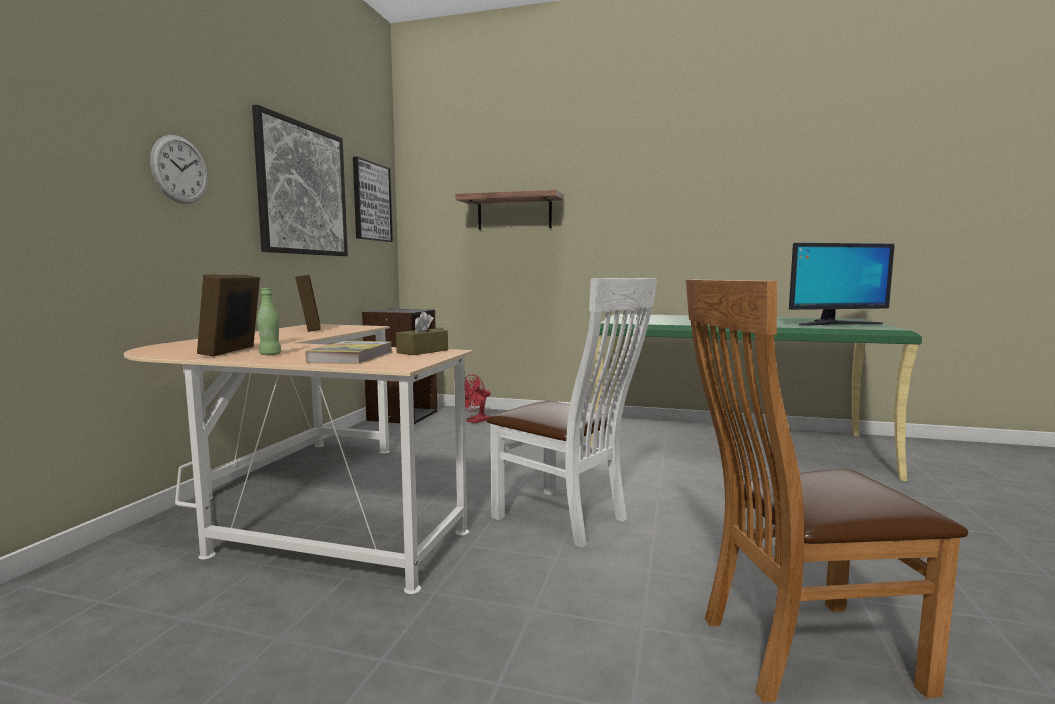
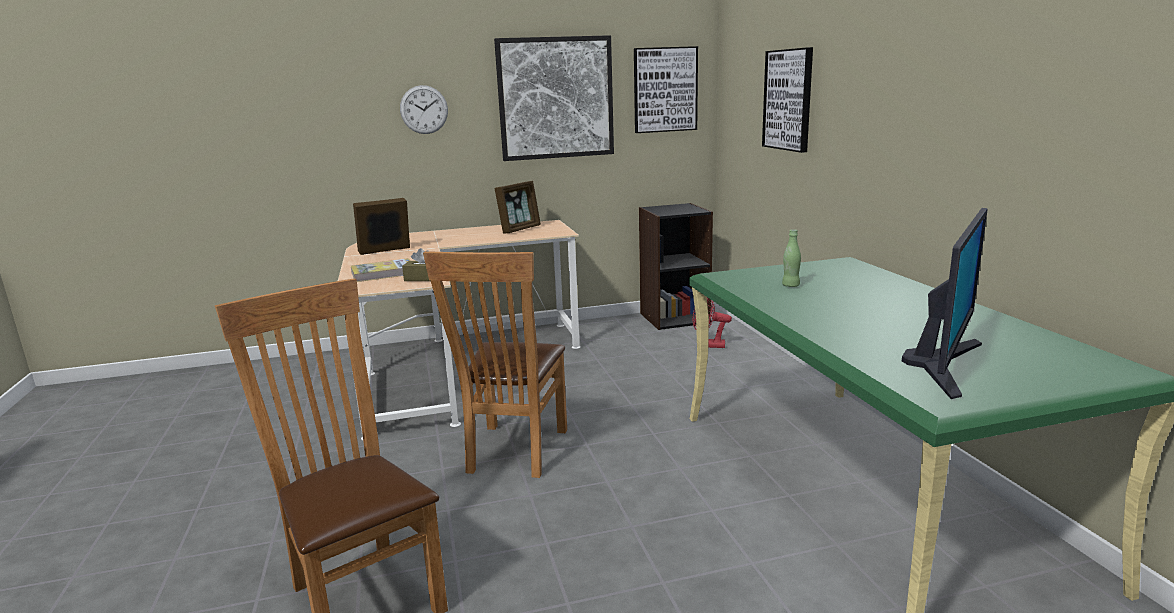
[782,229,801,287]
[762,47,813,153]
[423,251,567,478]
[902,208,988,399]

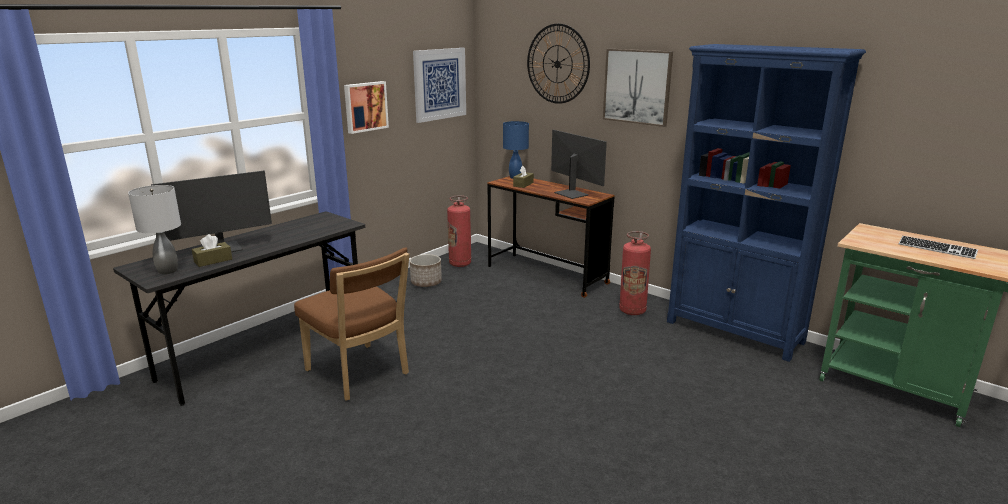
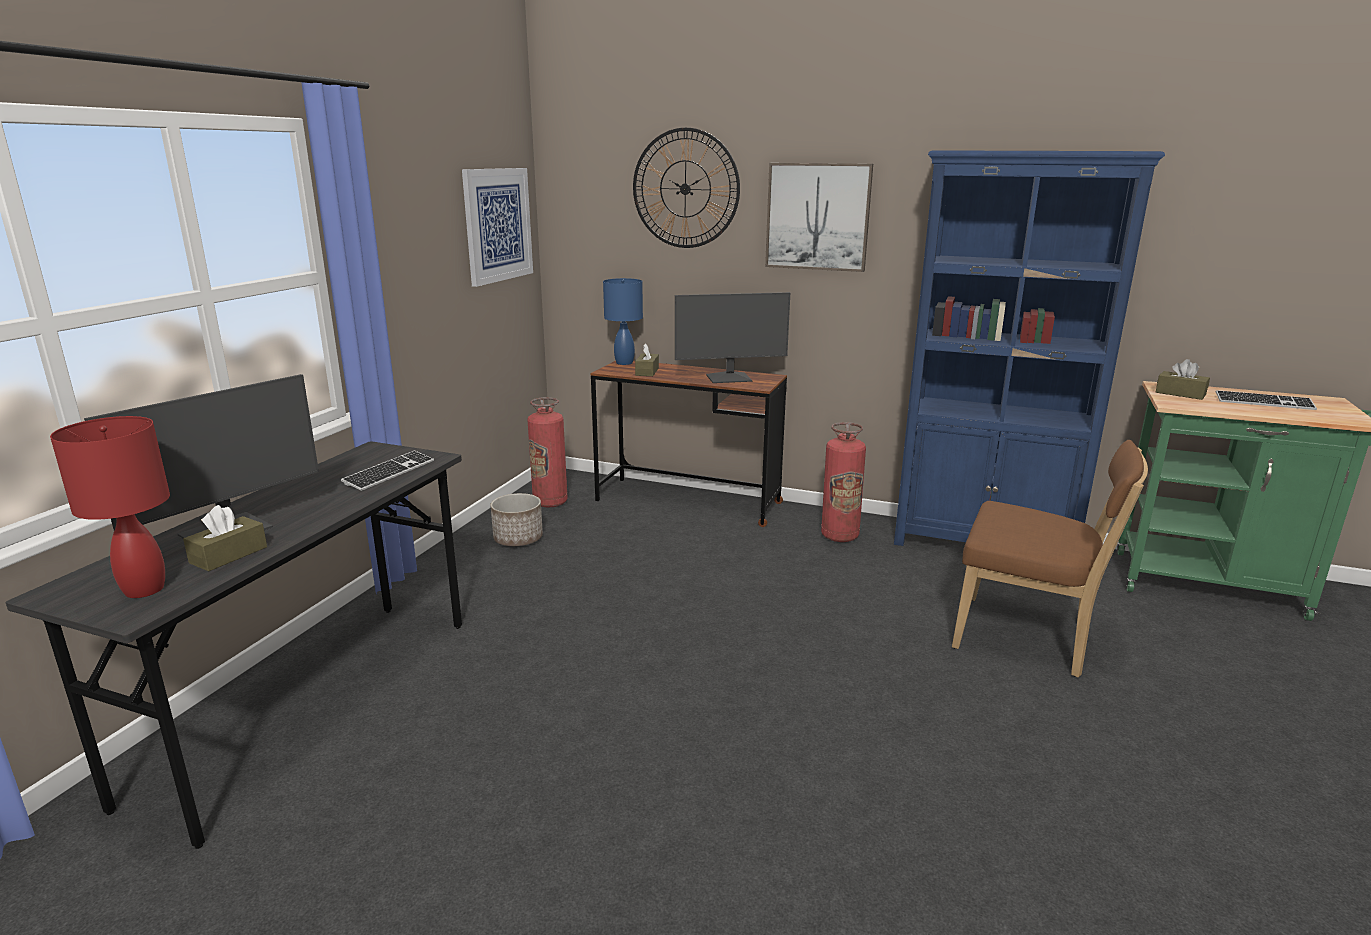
[344,81,389,134] (first image)
[341,451,434,491]
[1156,359,1210,400]
[952,440,1148,678]
[50,416,170,598]
[675,292,790,383]

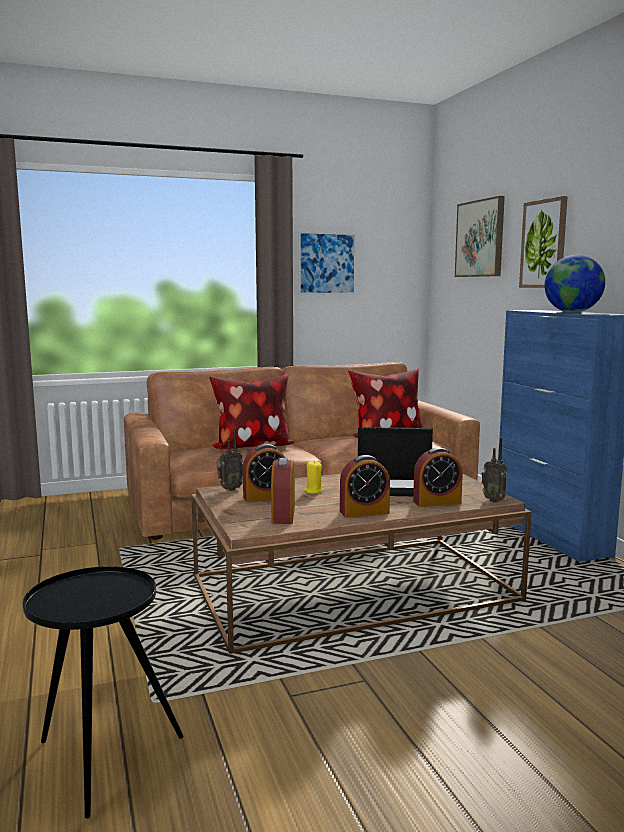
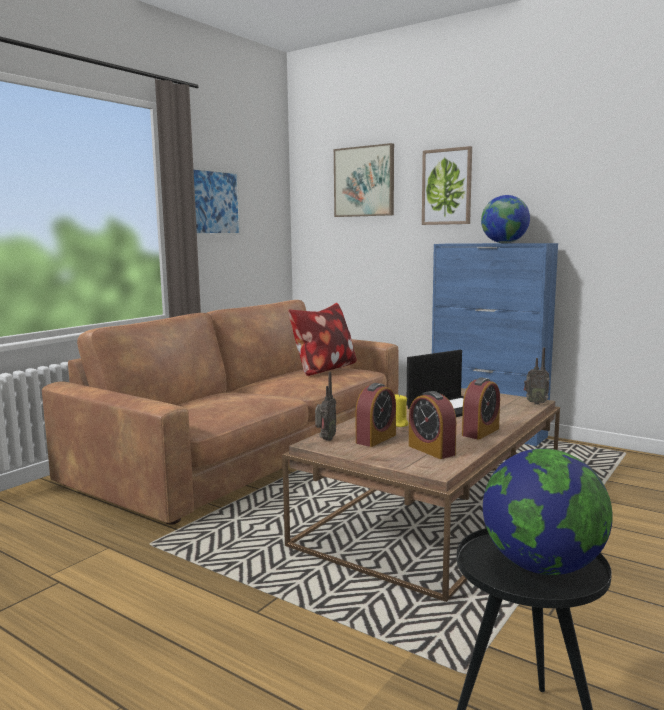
[209,374,295,449] (first image)
[413,447,463,507] (first image)
[483,448,613,575]

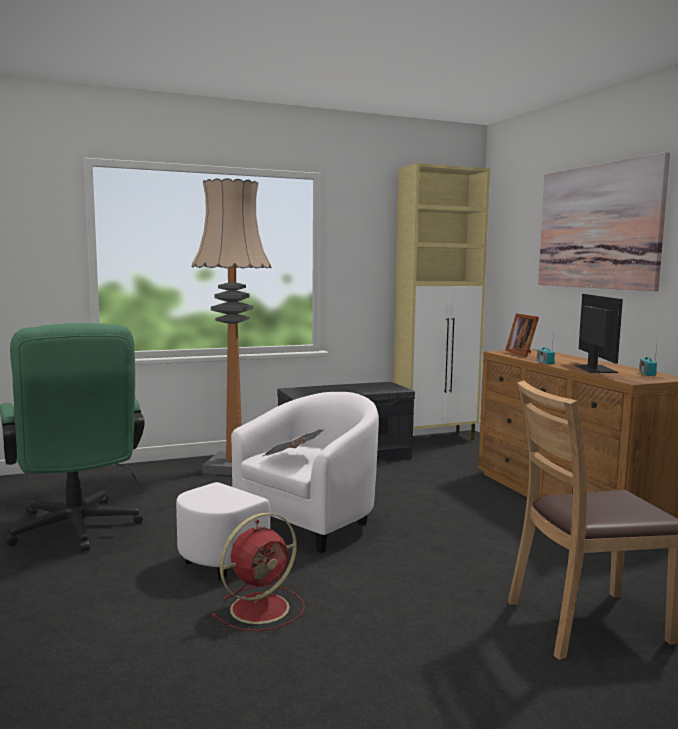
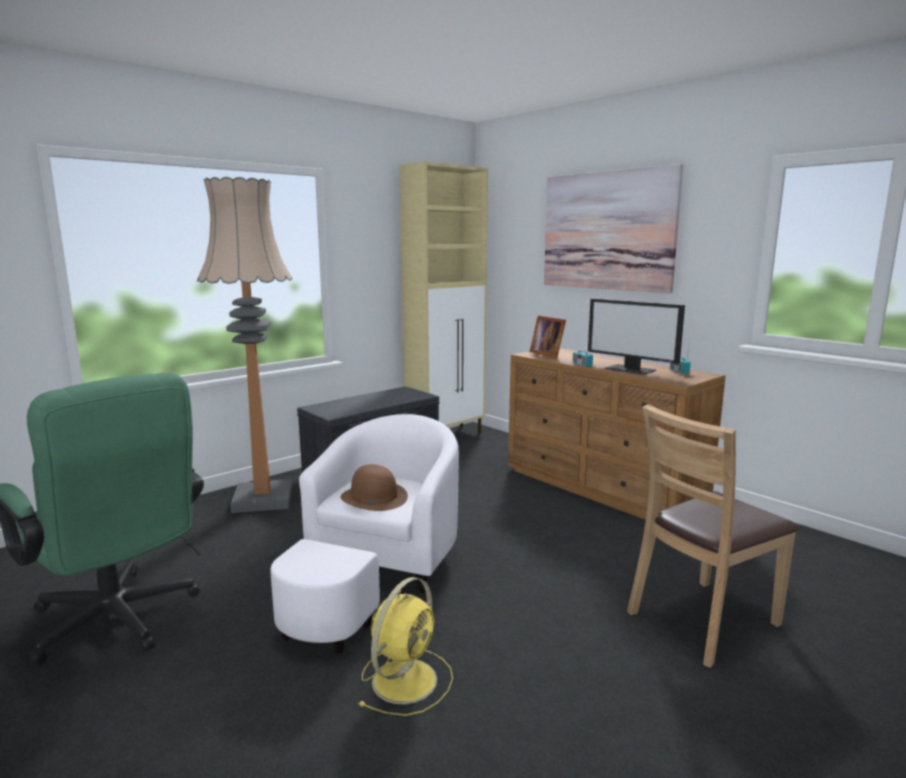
[340,464,408,511]
[358,577,453,716]
[588,299,685,375]

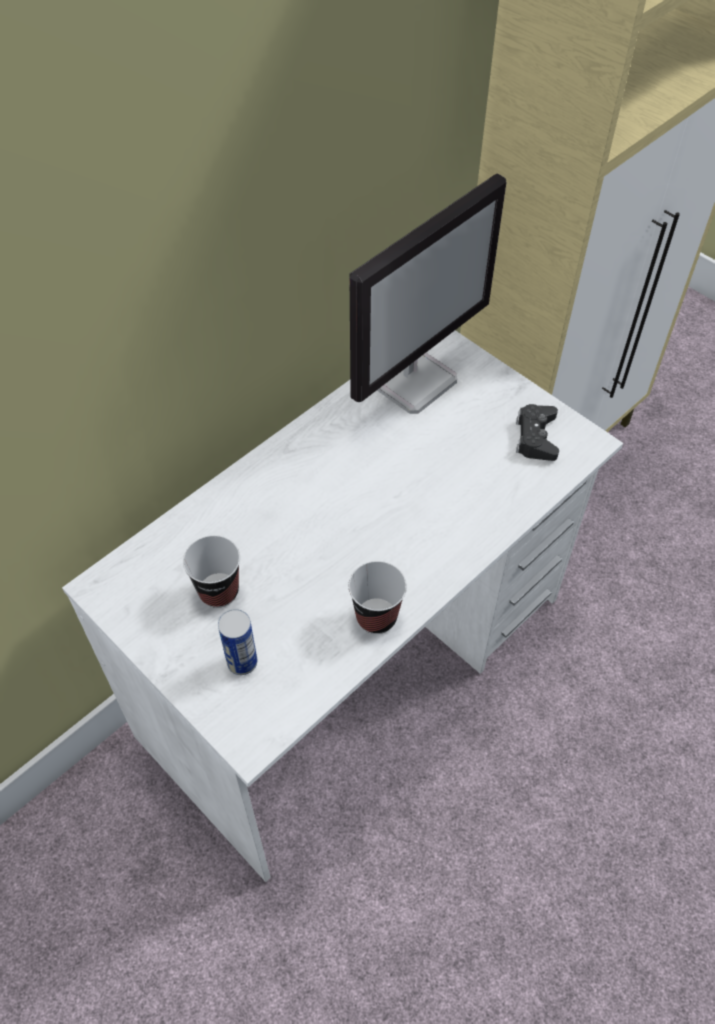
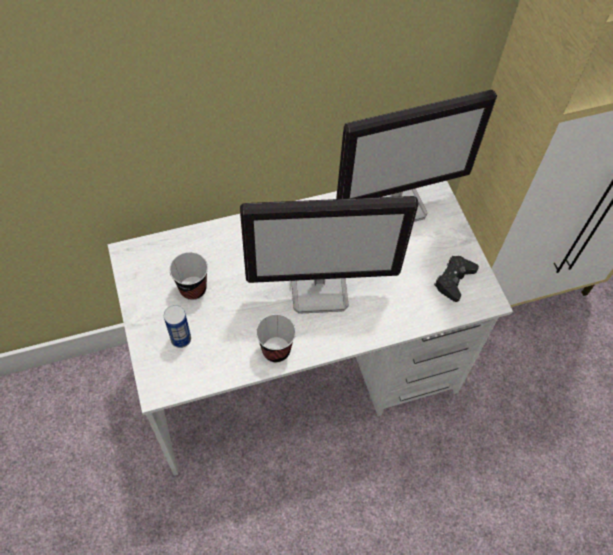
[240,196,419,314]

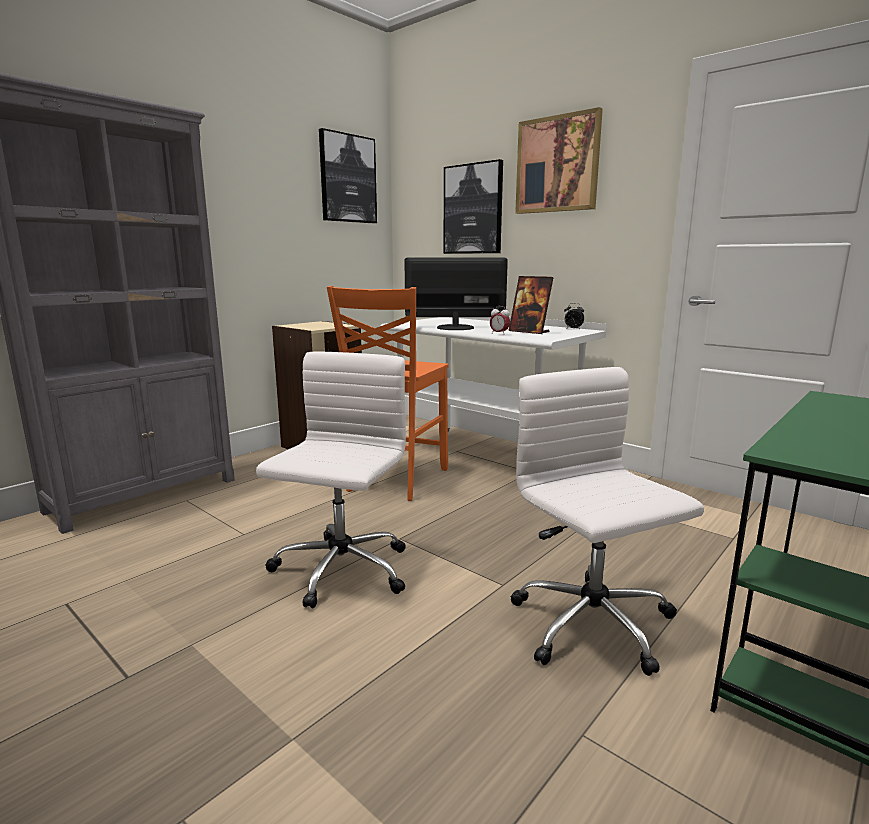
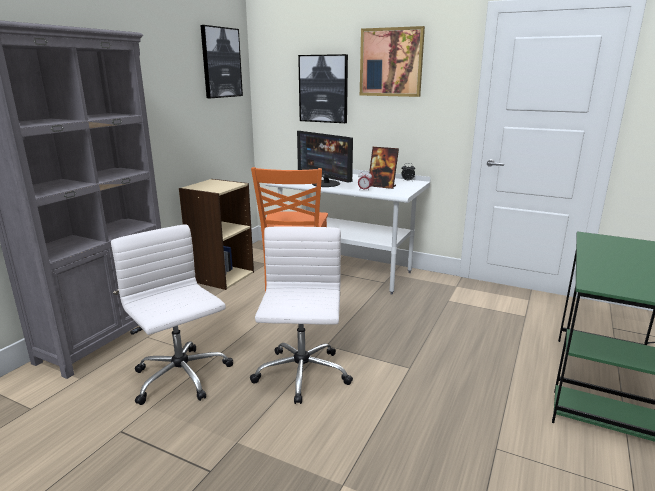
[111,224,233,405]
[297,131,353,187]

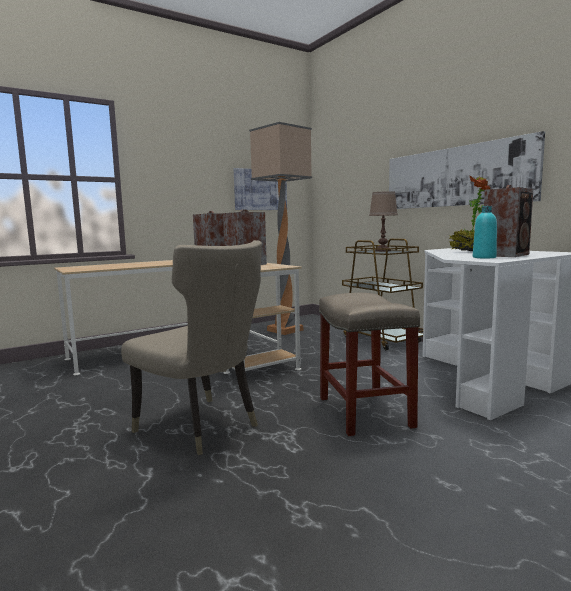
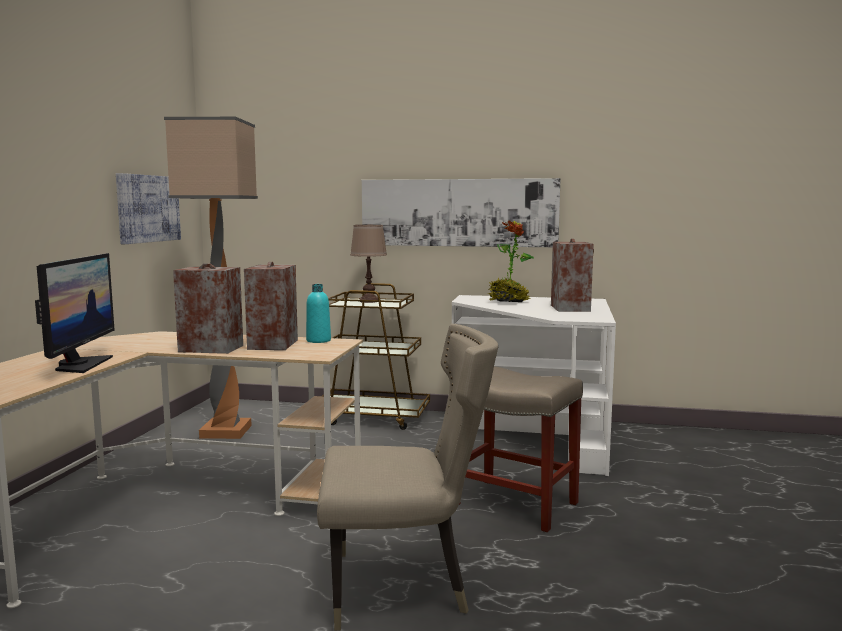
[35,253,115,373]
[306,284,331,343]

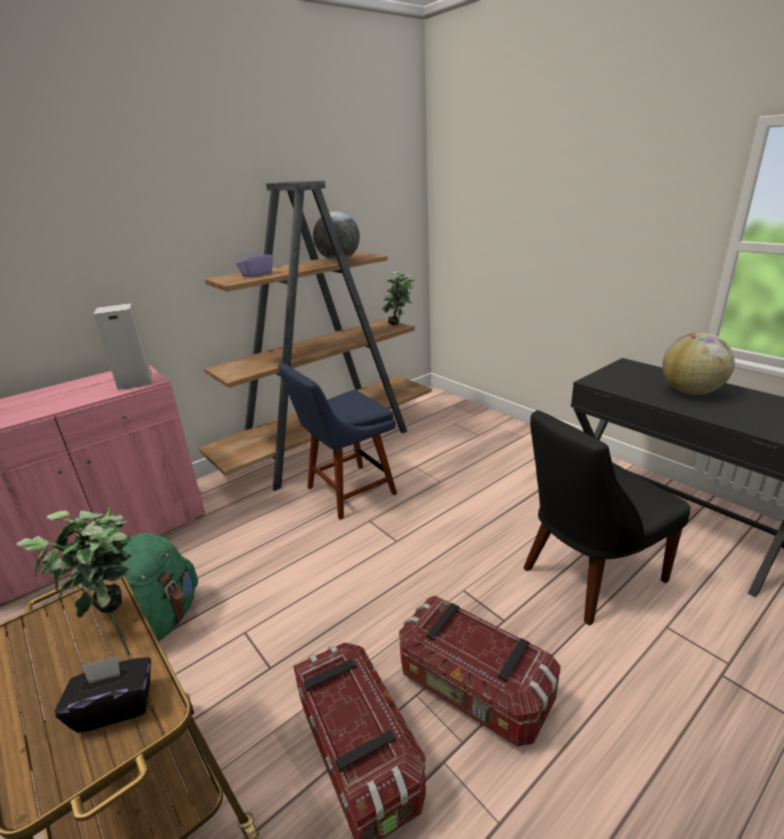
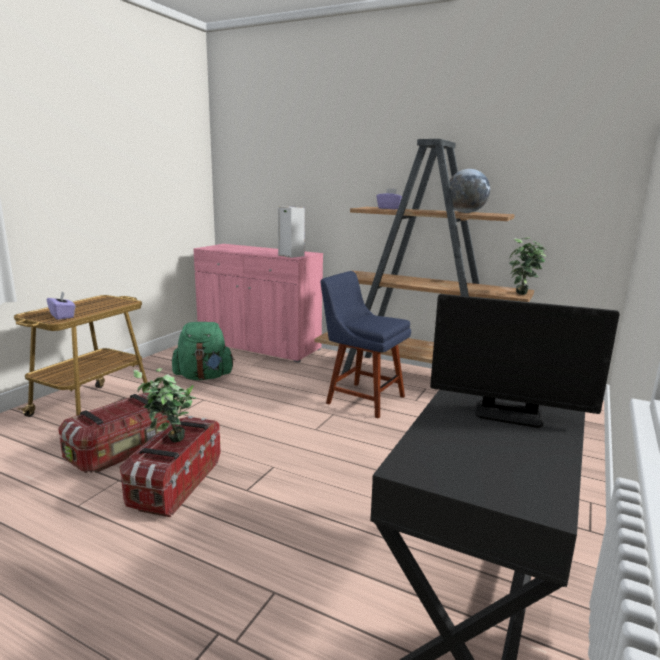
[523,410,691,625] (first image)
[133,368,196,443]
[430,294,620,428]
[47,292,76,320]

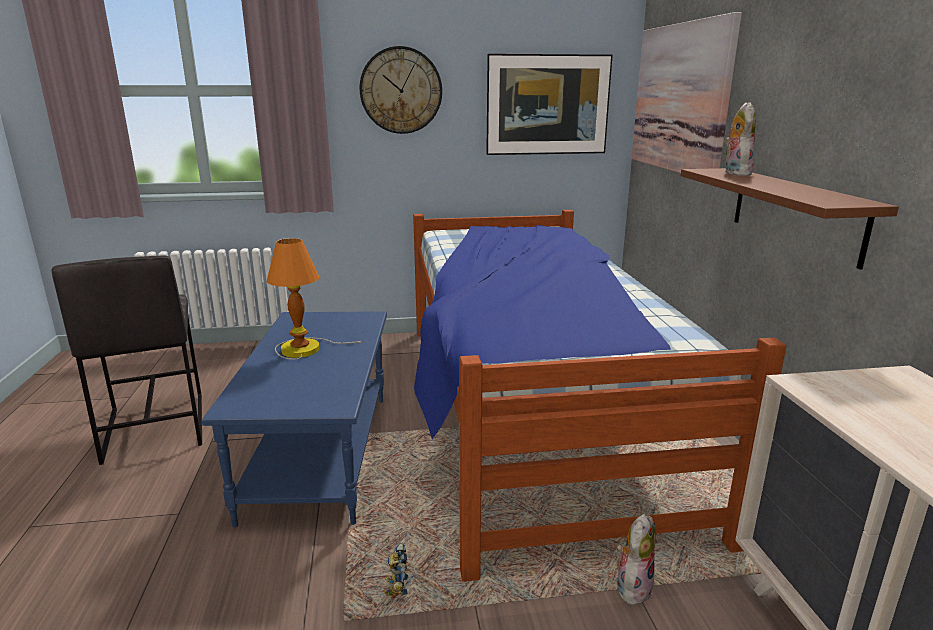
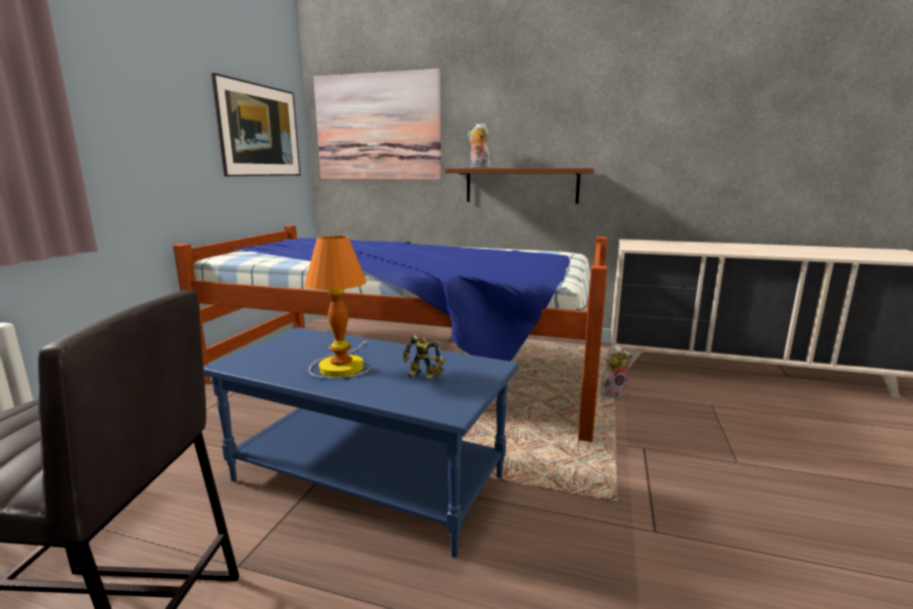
[359,46,442,134] (first image)
[403,335,445,379]
[600,345,633,399]

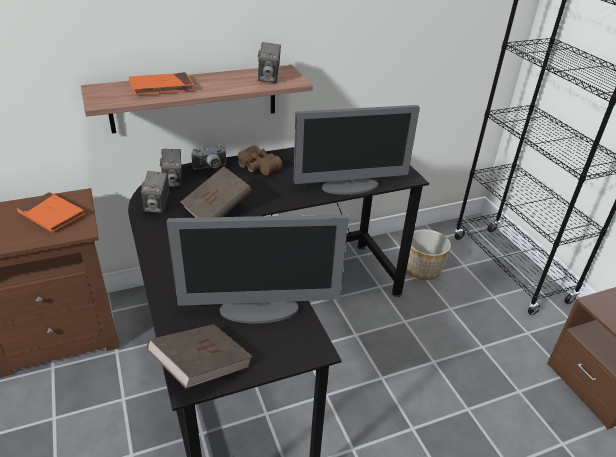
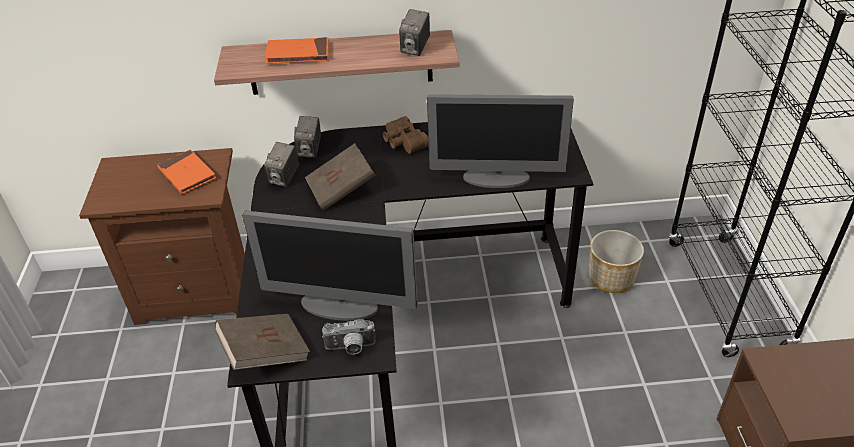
[322,319,376,355]

